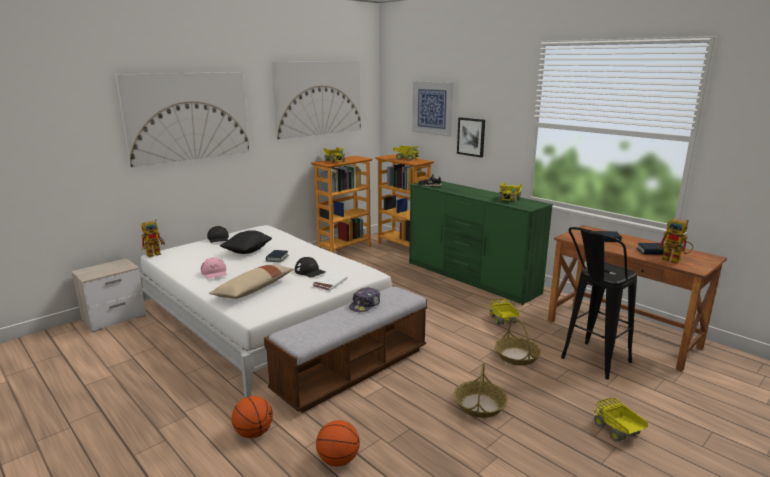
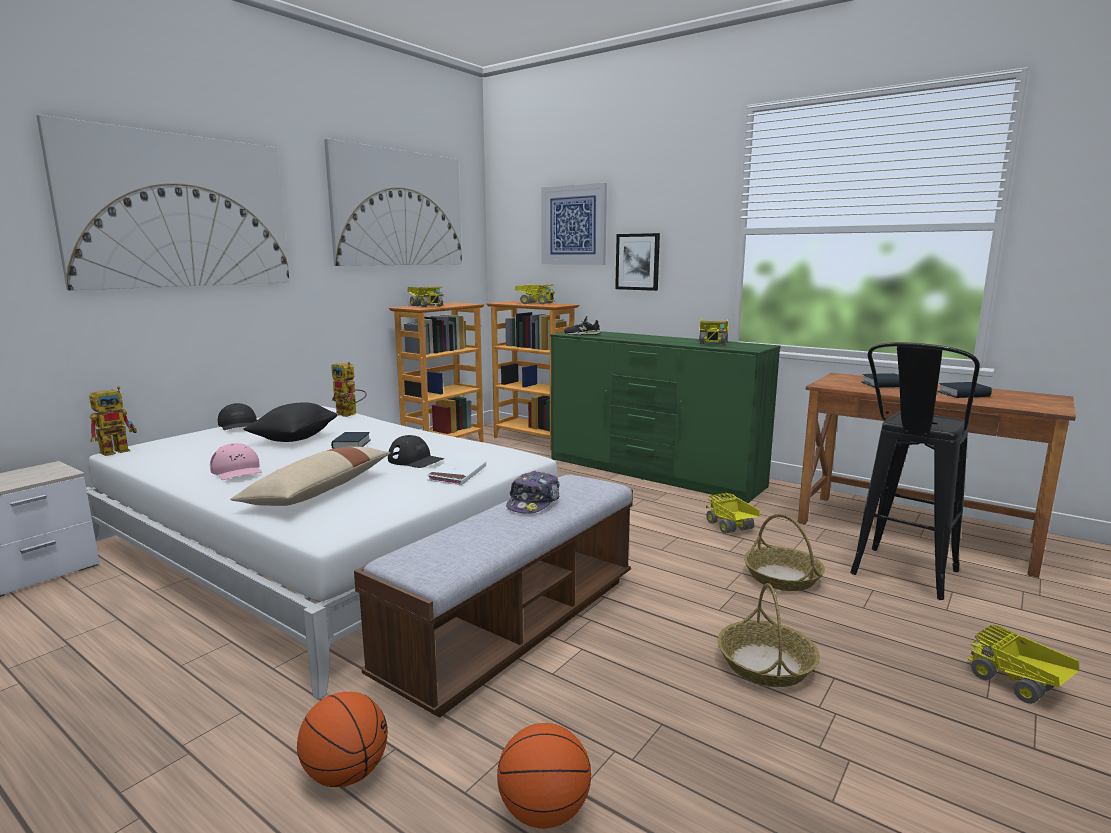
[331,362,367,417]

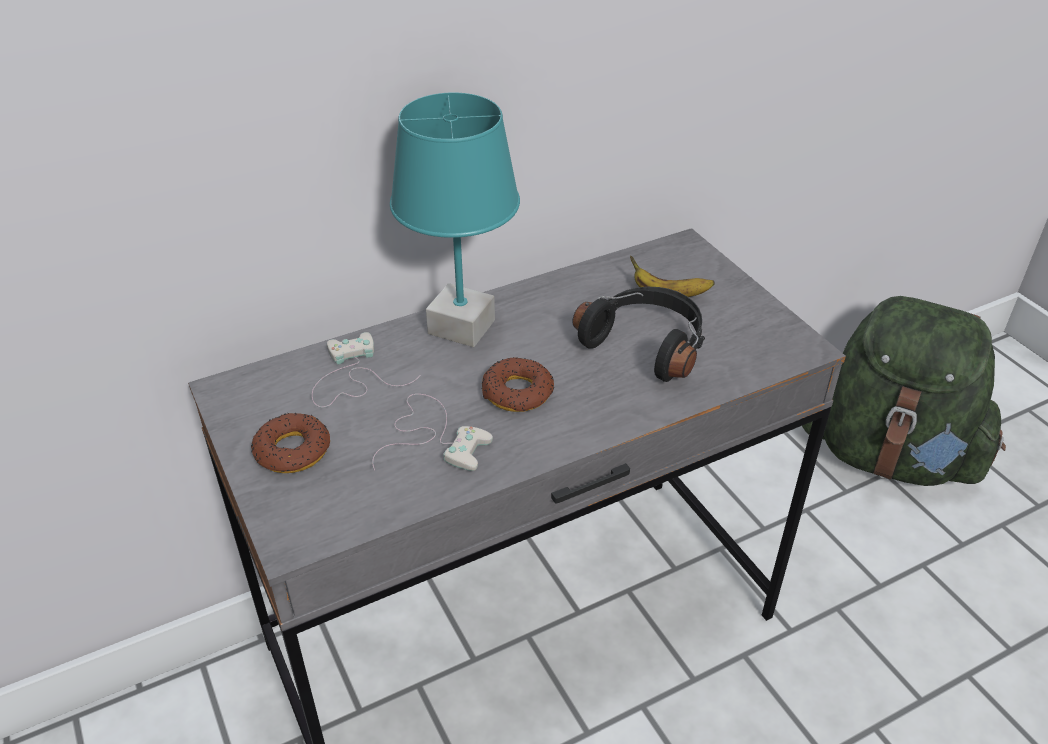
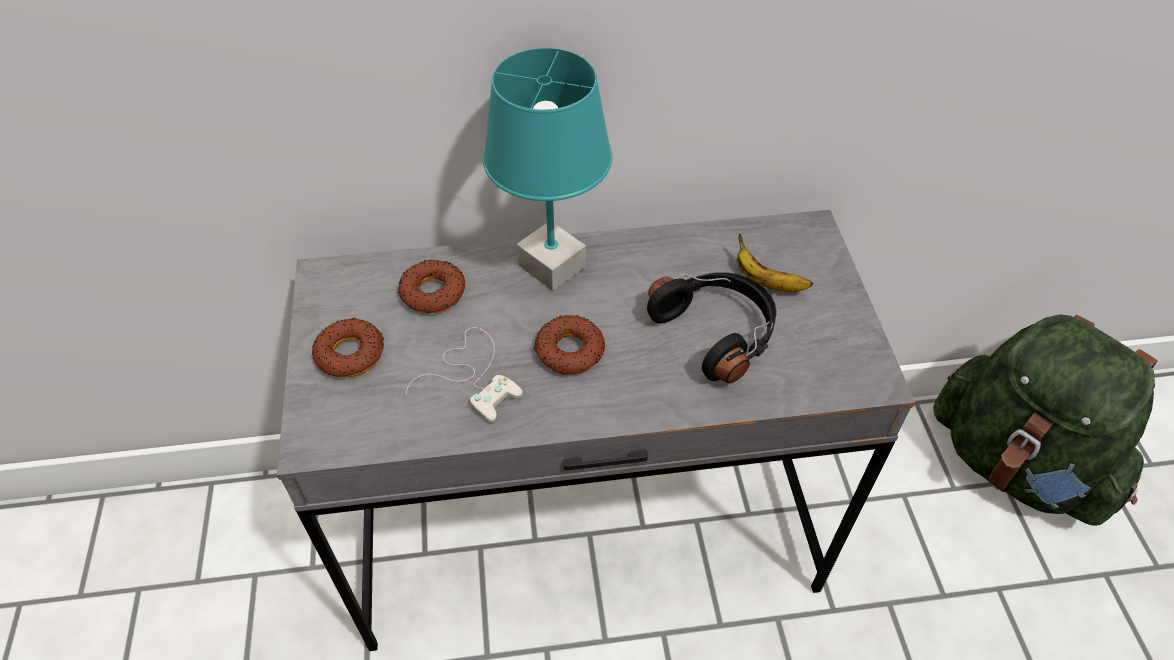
[398,259,465,313]

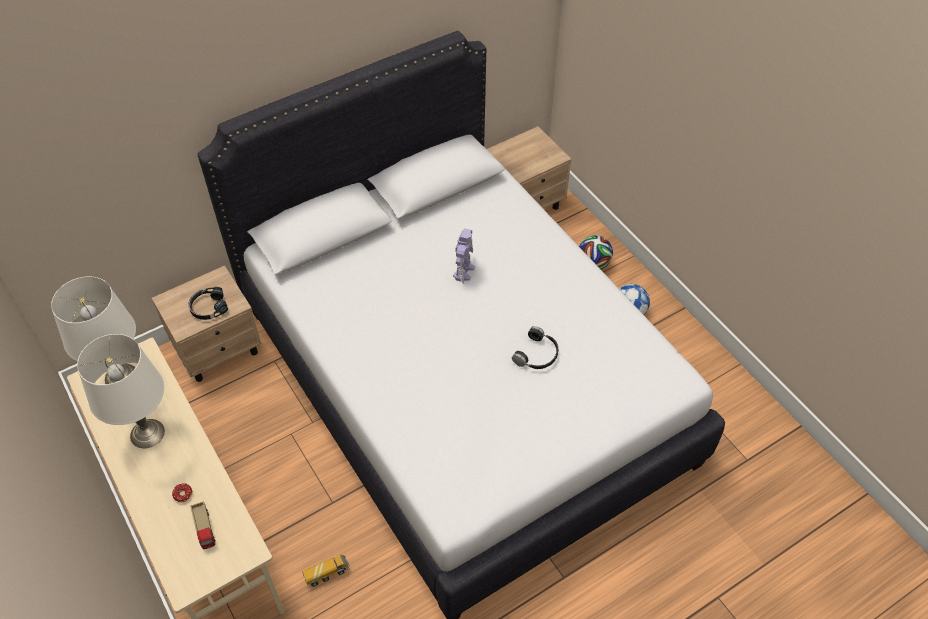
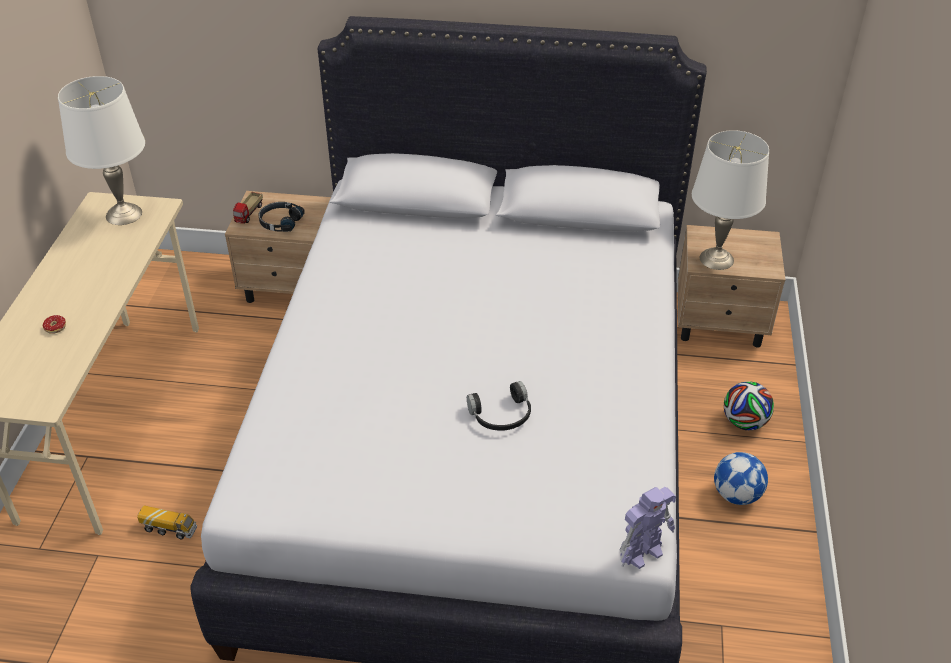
[692,130,769,270]
[233,192,263,224]
[620,487,676,569]

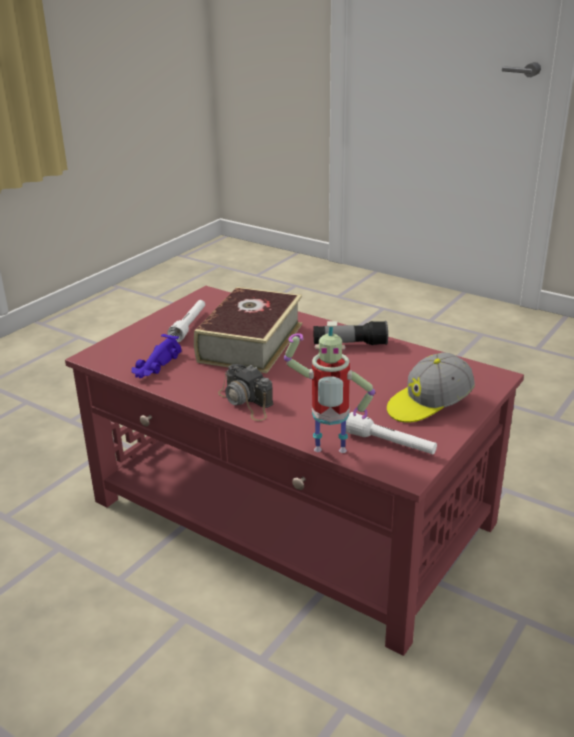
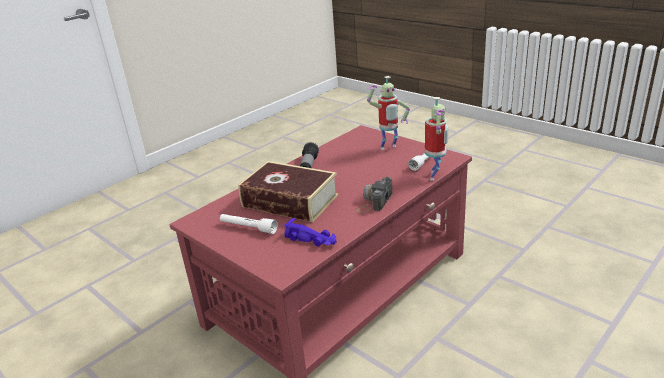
[367,76,410,150]
[356,177,392,213]

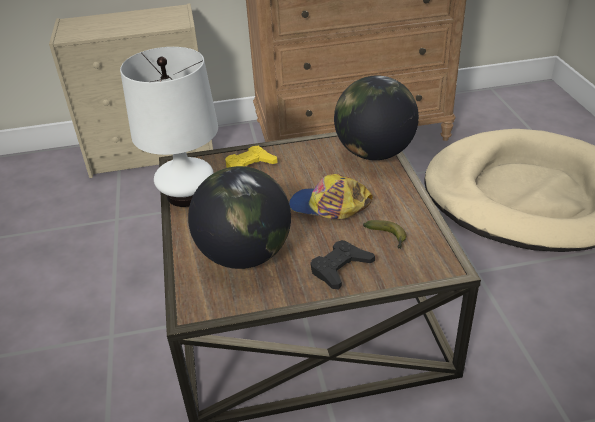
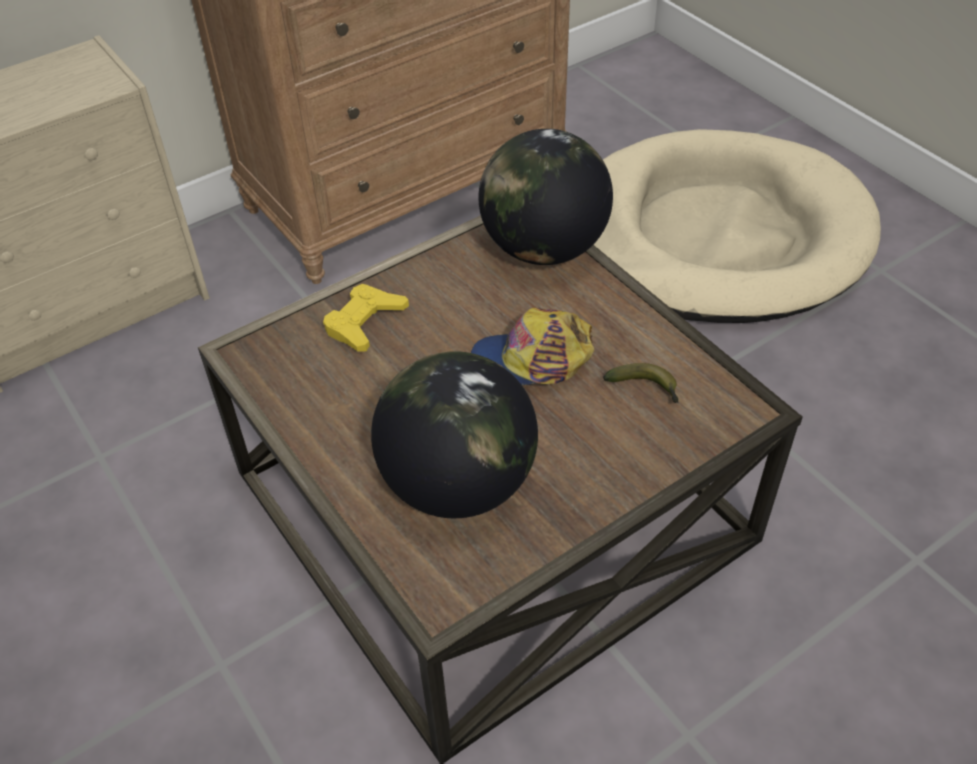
[120,47,218,207] (first image)
[310,240,375,290] (first image)

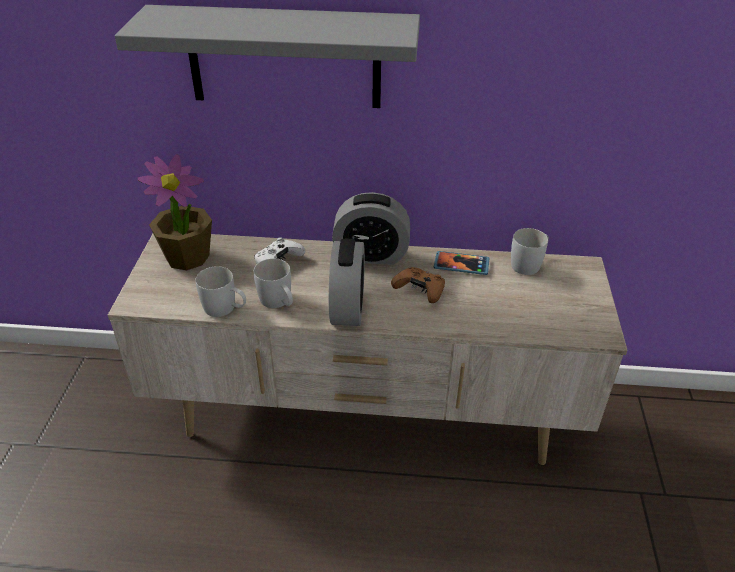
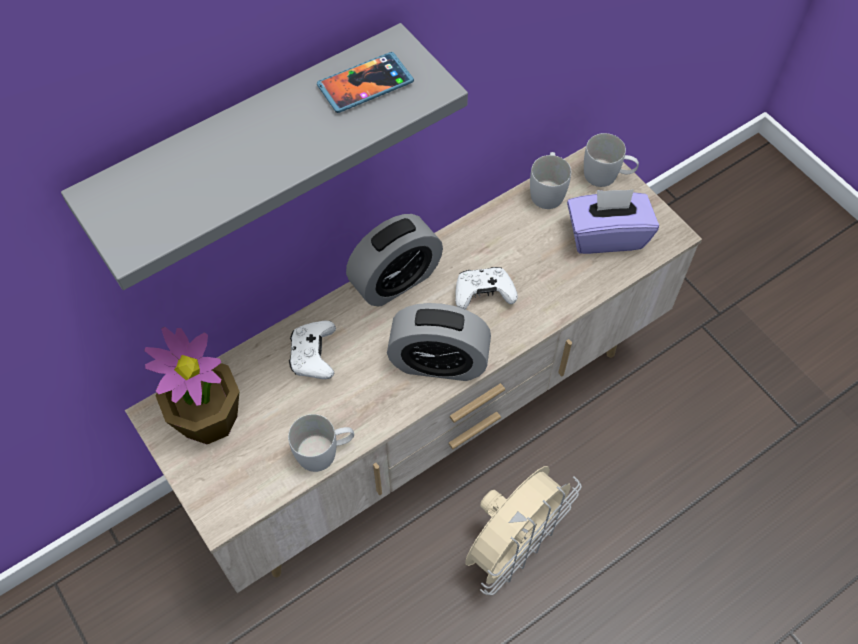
[465,466,582,595]
[567,189,659,254]
[584,133,639,187]
[317,52,414,113]
[455,267,518,309]
[387,303,491,381]

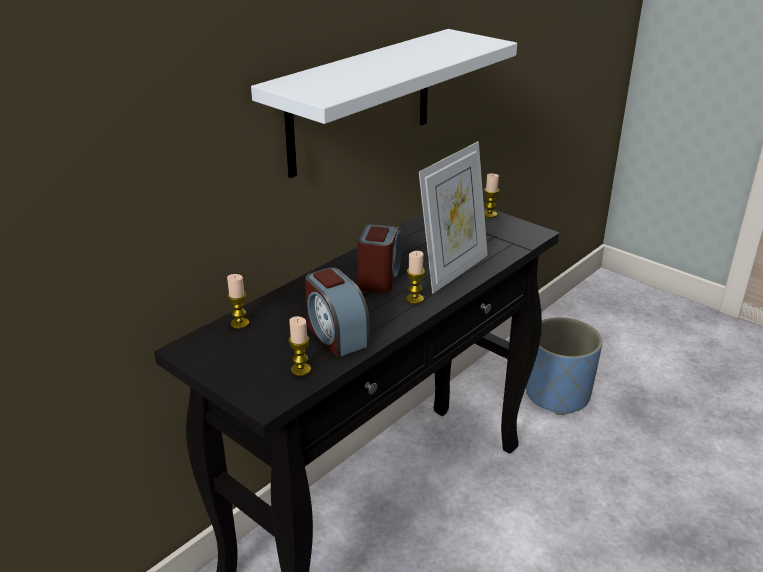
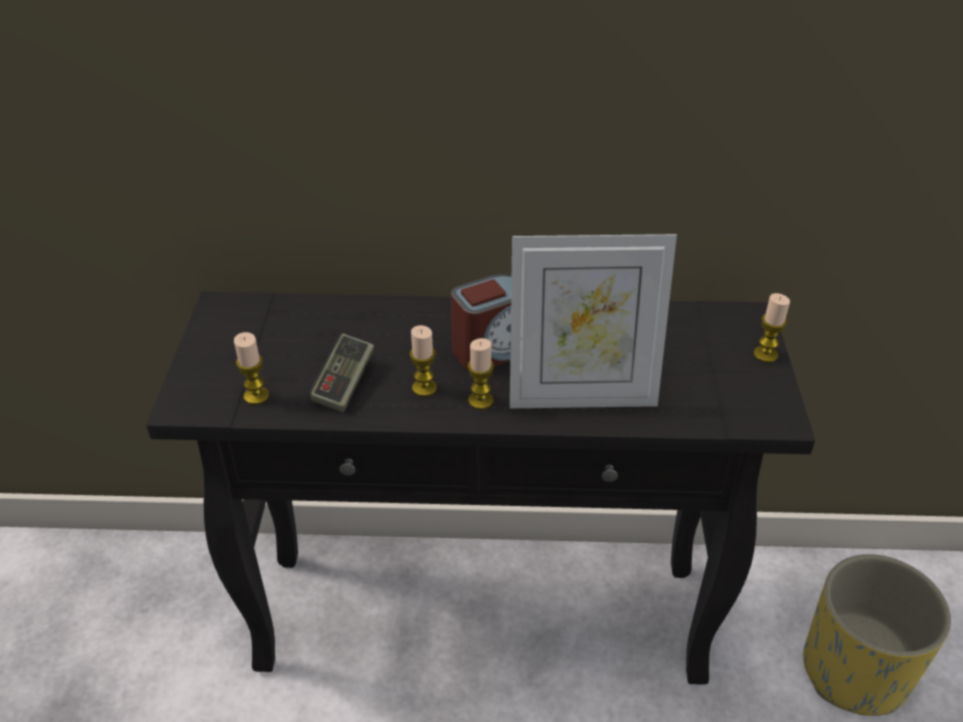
[251,29,517,178] (first image)
[410,325,437,397]
[309,334,374,412]
[803,554,951,716]

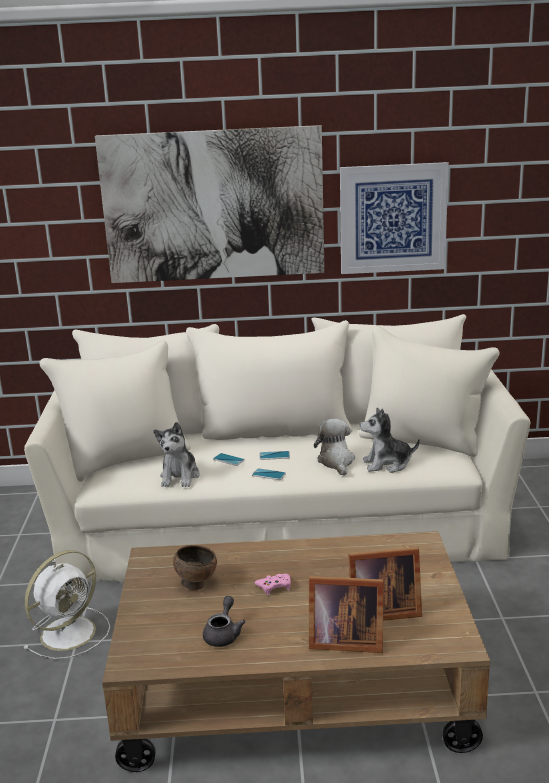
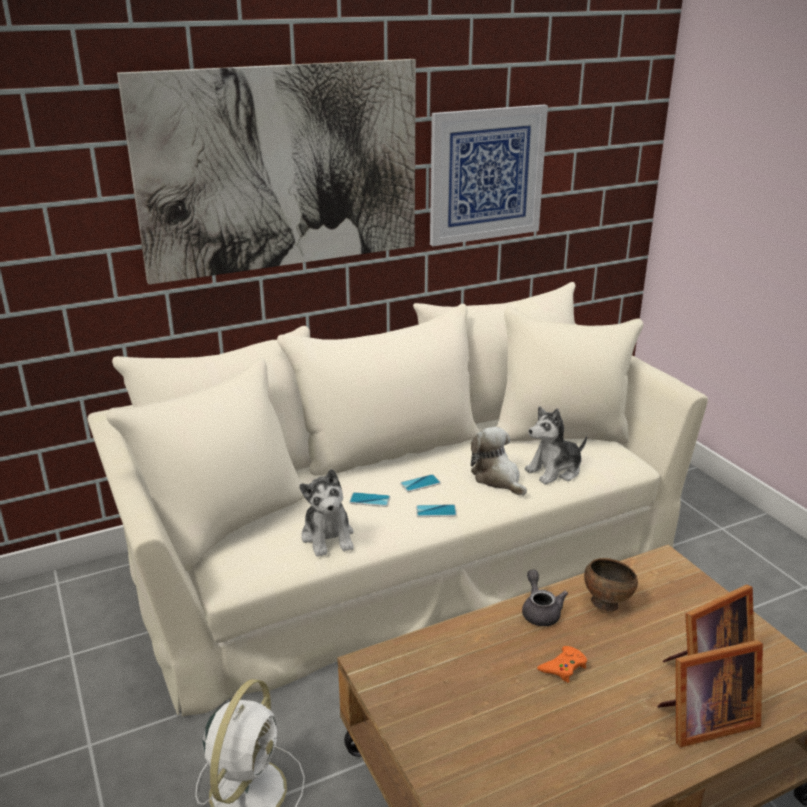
[584,558,638,612]
[522,570,568,626]
[537,646,587,683]

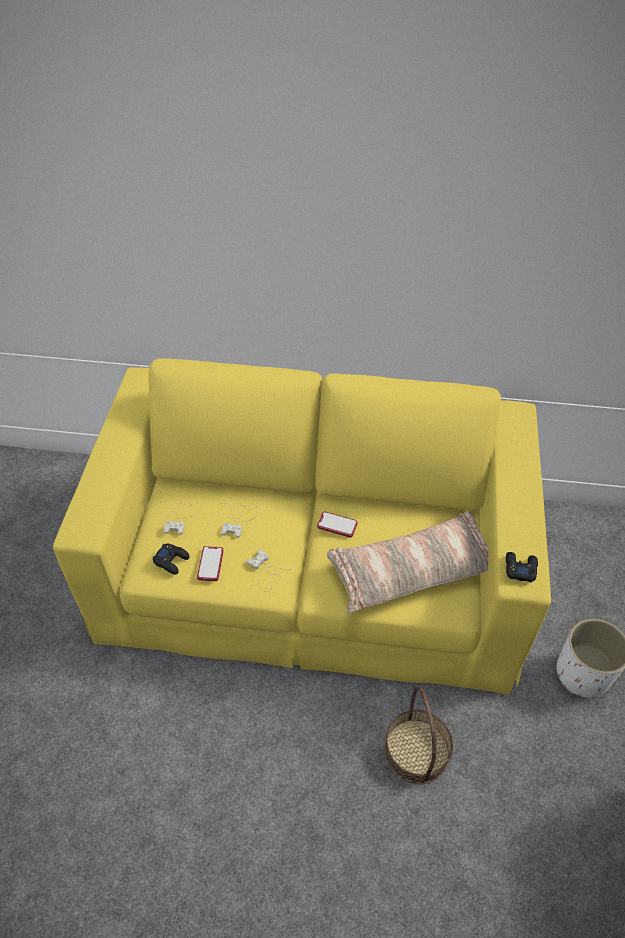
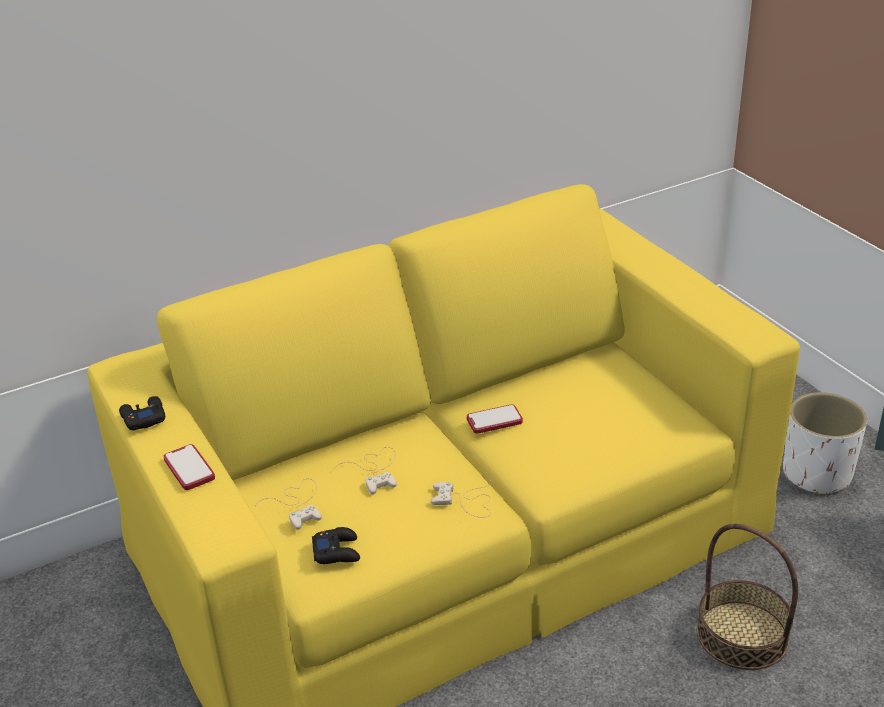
[327,511,489,613] (first image)
[163,444,215,490]
[119,396,165,430]

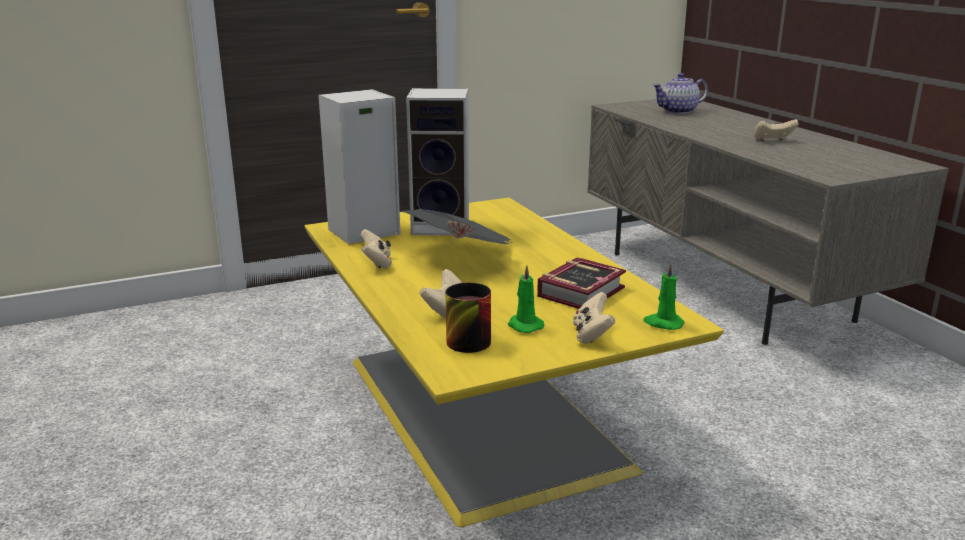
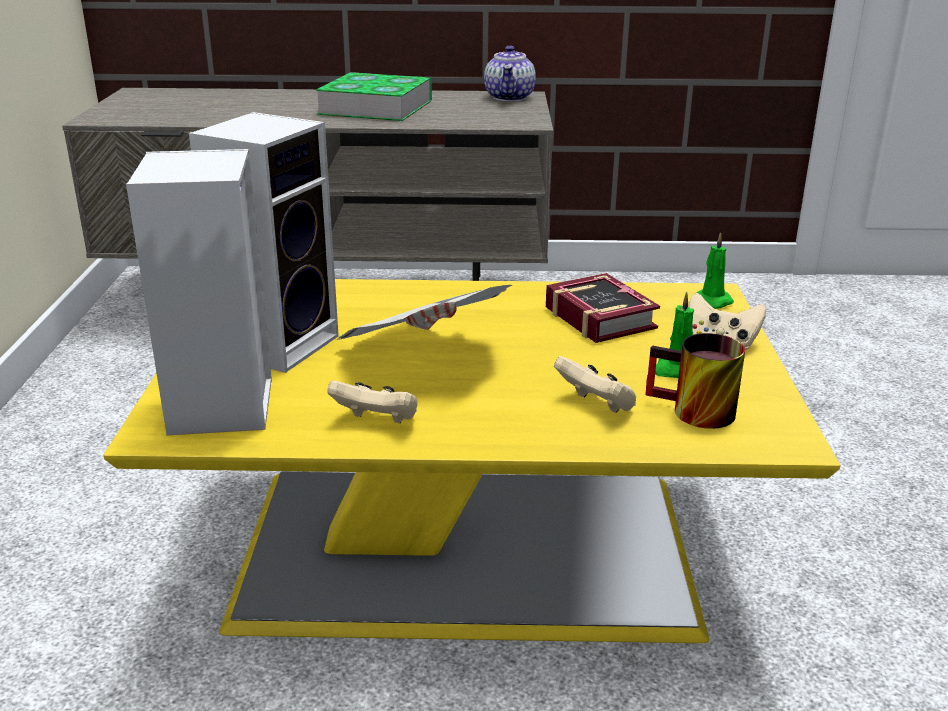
[484,45,536,101]
[316,72,432,121]

